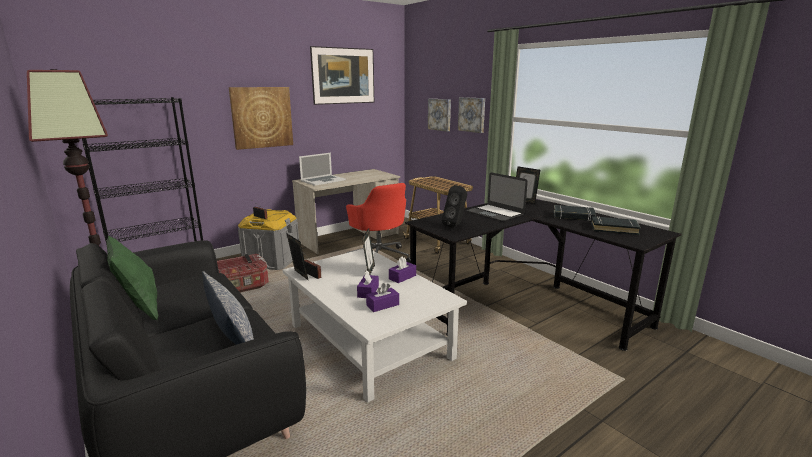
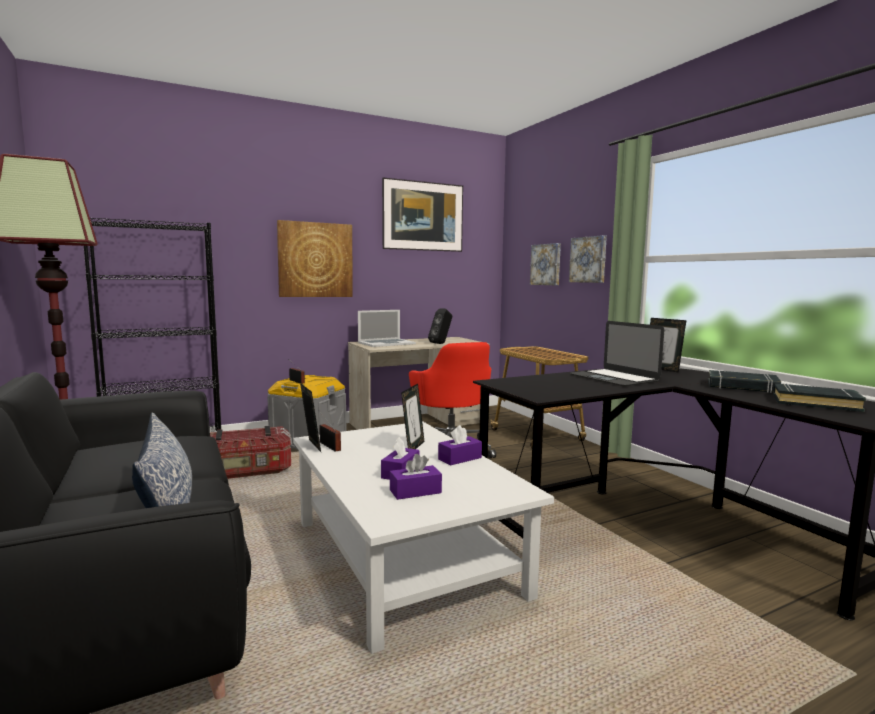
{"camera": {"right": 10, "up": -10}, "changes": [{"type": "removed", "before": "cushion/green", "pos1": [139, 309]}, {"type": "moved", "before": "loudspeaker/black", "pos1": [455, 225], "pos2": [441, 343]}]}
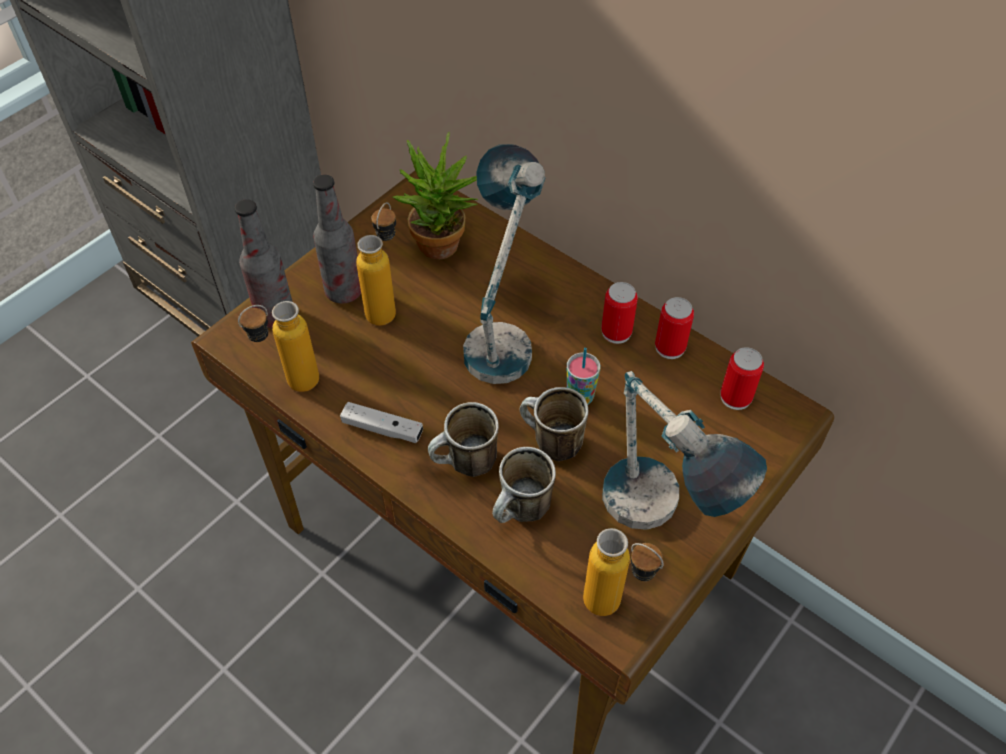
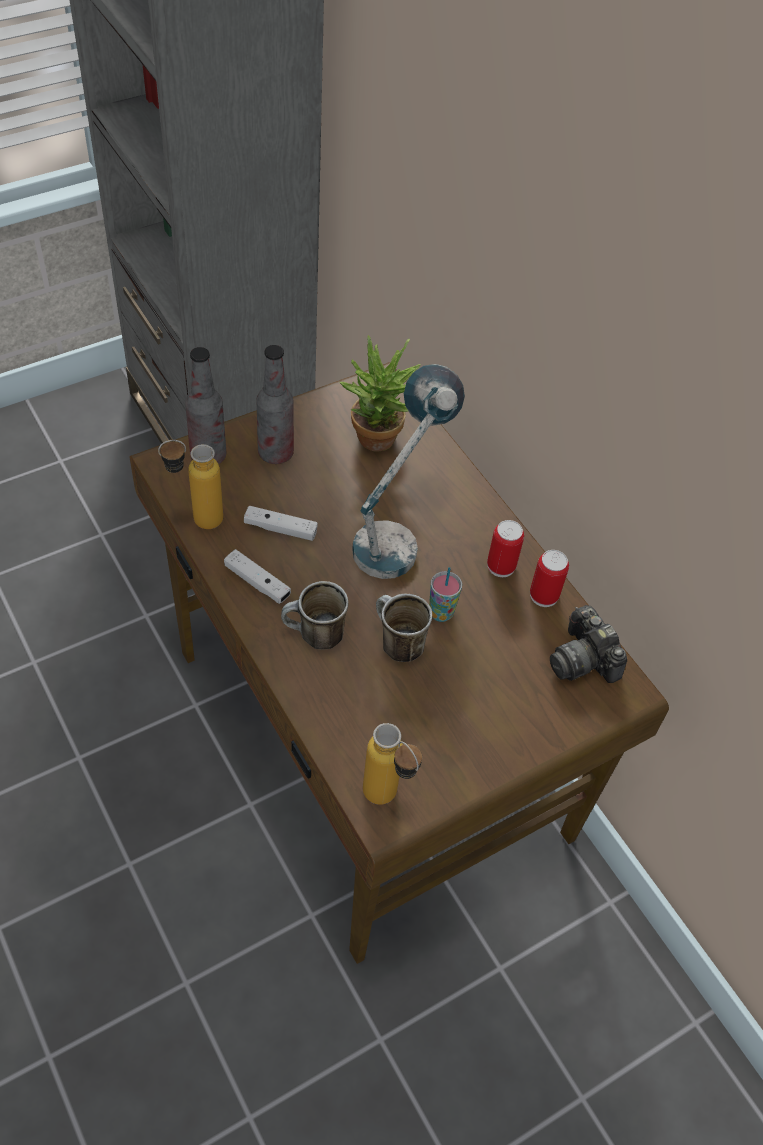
{"camera": {"right": 15, "up": 0}, "changes": [{"type": "removed", "before": "beverage bottle", "pos1": [386, 306]}, {"type": "removed", "before": "mug", "pos1": [522, 513]}, {"type": "removed", "before": "tabletop lamp", "pos1": [657, 523]}, {"type": "replaced", "before": "sealed can", "after": "photo camera", "pos1": [735, 397], "pos2": [583, 659]}, {"type": "added", "after": "joypad/white", "pos2": [280, 529]}]}
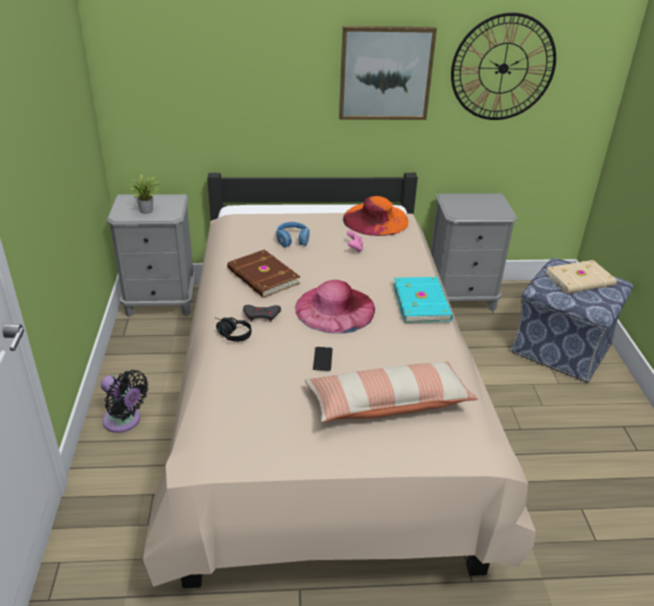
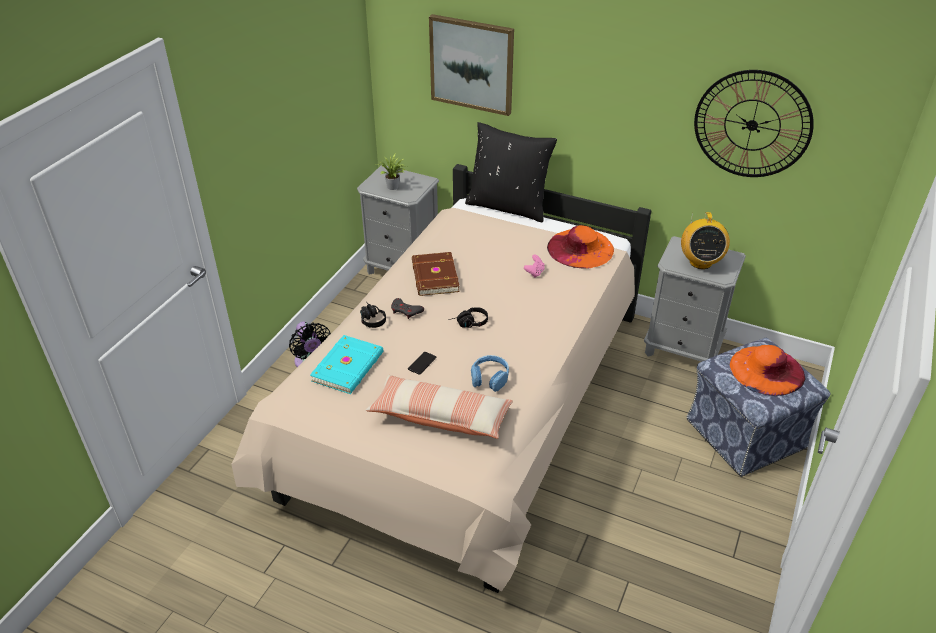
{"camera": {"right": 30, "up": 5}, "changes": [{"type": "moved", "before": "pair of headphones/blue-coloured", "pos1": [292, 240], "pos2": [489, 378]}, {"type": "replaced", "before": "clothing hat/pink", "after": "pair of headphones/black", "pos1": [335, 308], "pos2": [468, 323]}, {"type": "moved", "before": "wall picture", "pos1": [385, 73], "pos2": [472, 64]}, {"type": "moved", "before": "volume/turquoise", "pos1": [422, 302], "pos2": [349, 367]}, {"type": "replaced", "before": "volume/beige-coloured", "after": "clothing hat/orangey", "pos1": [580, 280], "pos2": [767, 370]}, {"type": "added", "after": "cushion/black", "pos2": [508, 206]}, {"type": "added", "after": "radio set", "pos2": [700, 262]}]}
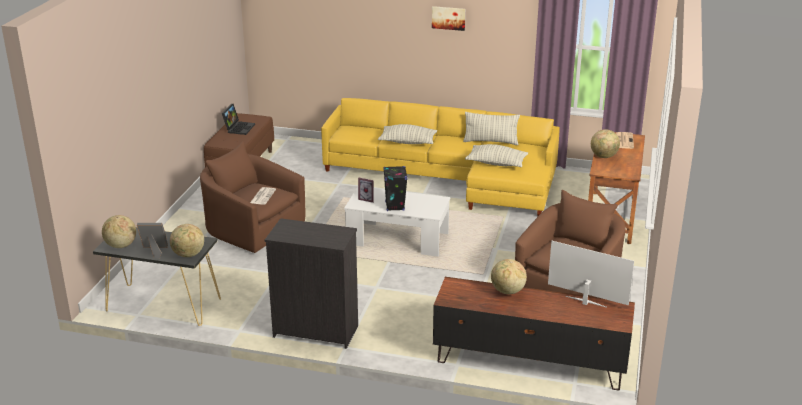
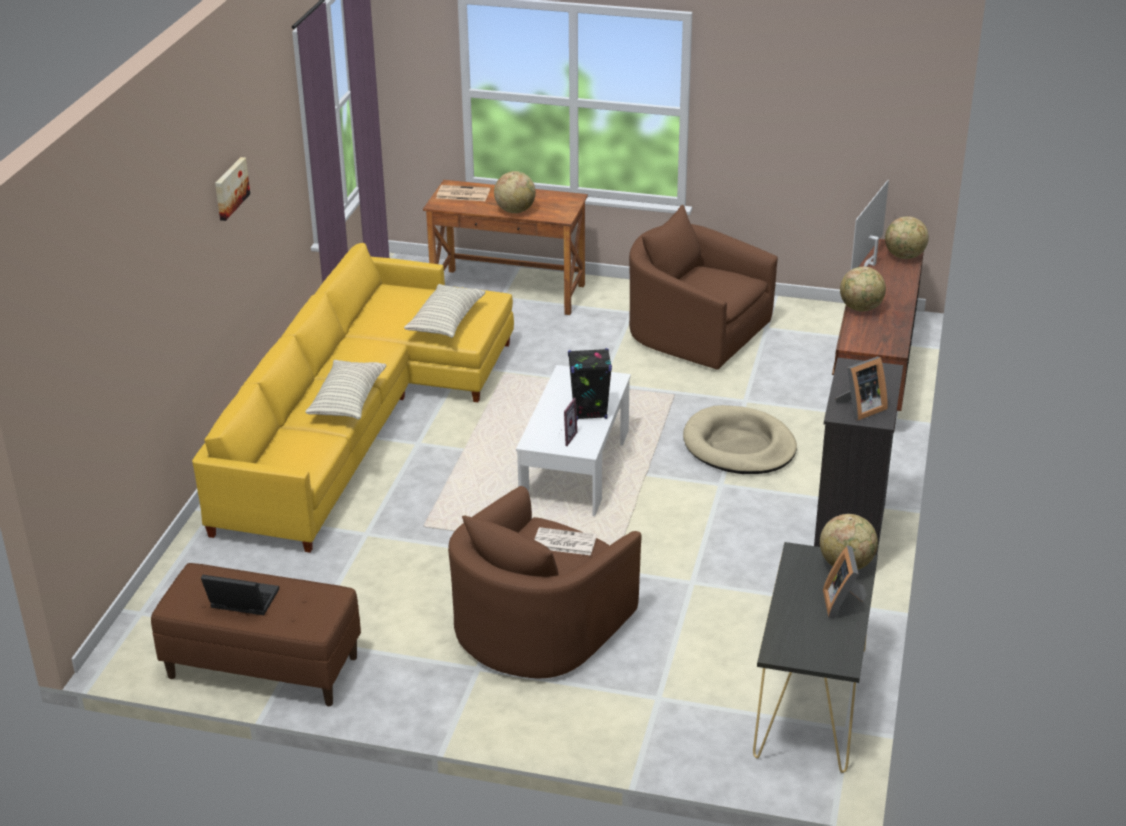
{"camera": {"right": -90, "up": 5}, "changes": [{"type": "moved", "before": "desk globe", "pos1": [121, 246], "pos2": [904, 256]}, {"type": "removed", "before": "cushion", "pos1": [490, 142]}, {"type": "added", "after": "dog bed/beige-coloured", "pos2": [739, 446]}, {"type": "added", "after": "photo frame", "pos2": [860, 409]}]}
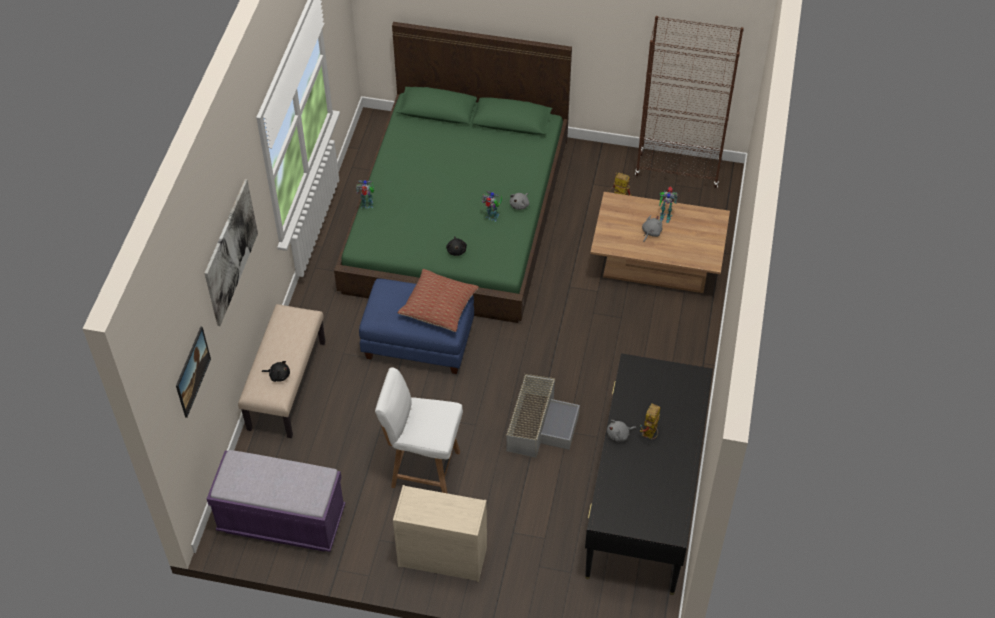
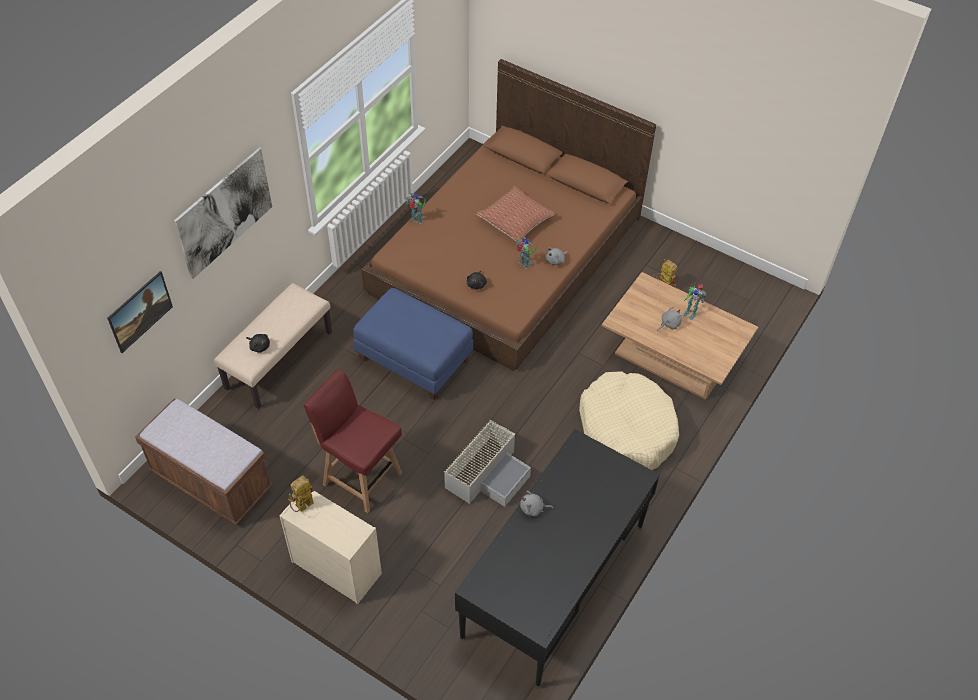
{"camera": {"right": 20, "up": 0}, "changes": [{"type": "recoloured", "before": "indoor bench/purple-coloured", "after": "indoor bench/brownish", "pos1": [282, 521], "pos2": [211, 481]}, {"type": "recoloured", "before": "bed/green", "after": "bed/brownish", "pos1": [457, 213], "pos2": [507, 254]}, {"type": "recoloured", "before": "plain chair/white", "after": "plain chair/red-coloured", "pos1": [423, 468], "pos2": [361, 477]}, {"type": "moved", "before": "cushion", "pos1": [439, 306], "pos2": [515, 221]}, {"type": "removed", "before": "shelving unit/brownish", "pos1": [678, 170]}, {"type": "moved", "before": "toy robot", "pos1": [649, 435], "pos2": [302, 507]}, {"type": "added", "after": "dog bed/beige-coloured", "pos2": [627, 429]}]}
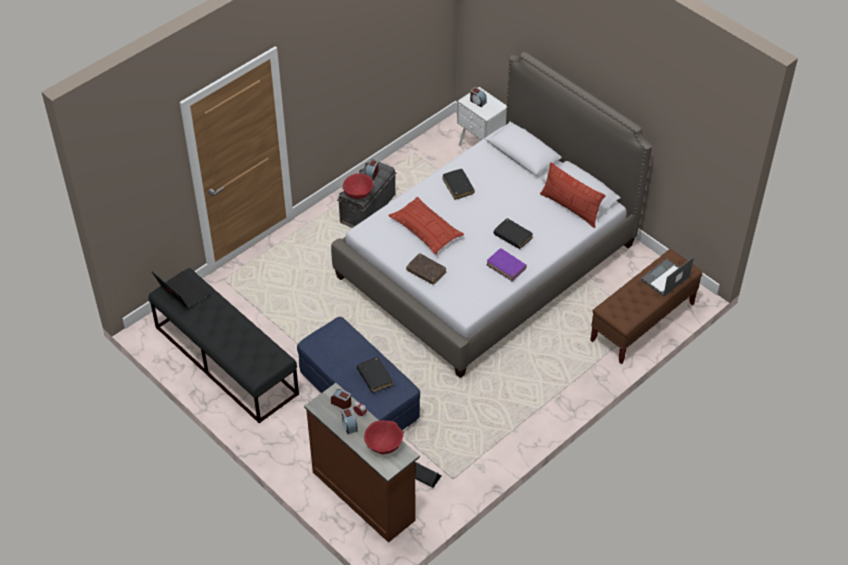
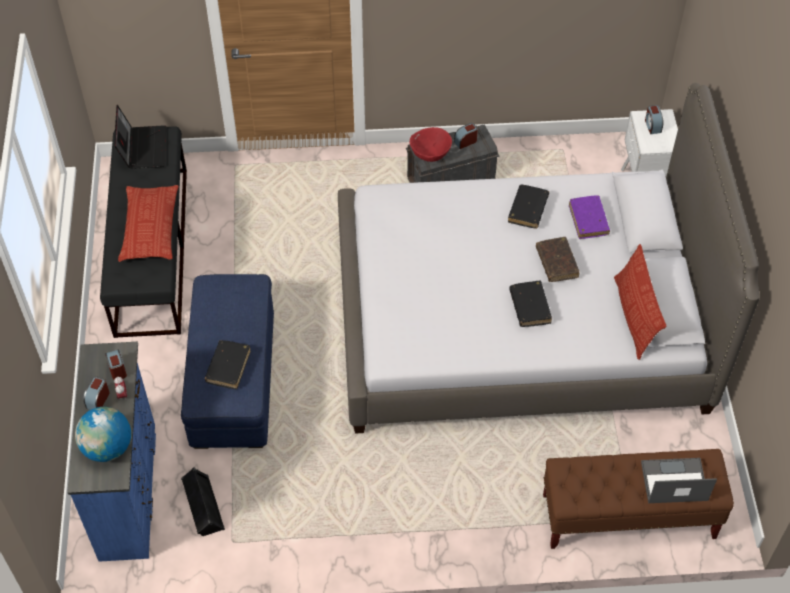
{"camera": {"right": 40, "up": 5}, "changes": [{"type": "recoloured", "before": "dresser/brownish", "after": "dresser/blue-coloured", "pos1": [364, 494], "pos2": [130, 489]}, {"type": "replaced", "before": "serving bowl/red-coloured", "after": "desk globe", "pos1": [384, 444], "pos2": [107, 448]}, {"type": "moved", "before": "cushion", "pos1": [426, 229], "pos2": [150, 227]}, {"type": "moved", "before": "volume/brownish", "pos1": [426, 272], "pos2": [556, 263]}, {"type": "moved", "before": "volume/purple-coloured", "pos1": [506, 267], "pos2": [588, 220]}]}
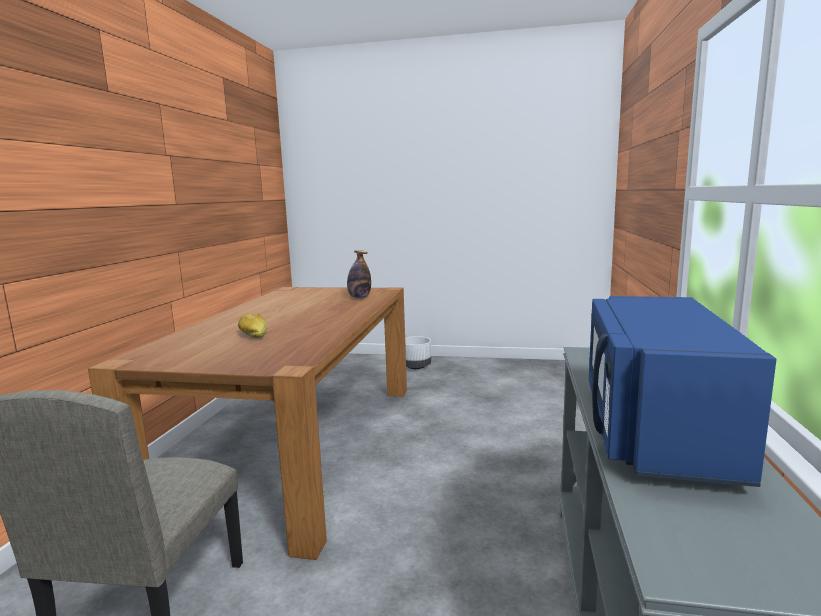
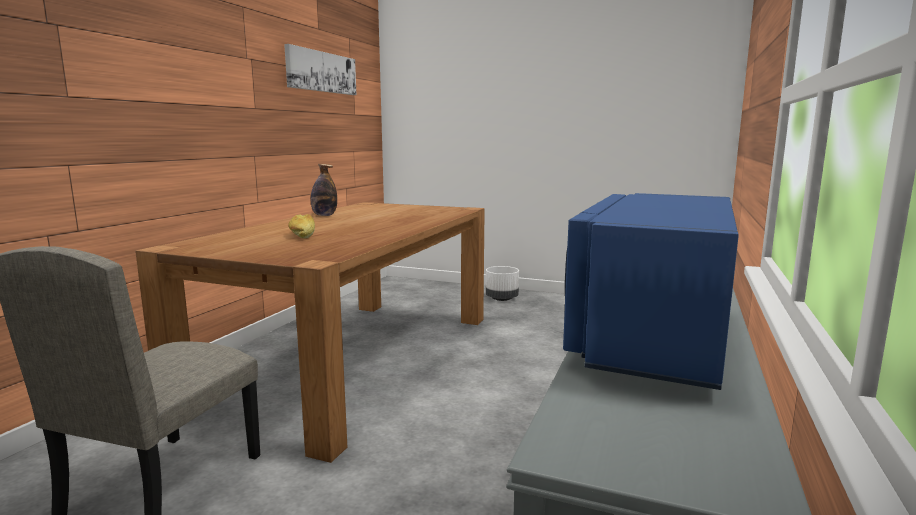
{"camera": {"right": 10, "up": 0}, "changes": [{"type": "moved", "before": "beverage bottle", "pos1": [359, 297], "pos2": [324, 215]}, {"type": "added", "after": "wall picture", "pos2": [321, 72]}]}
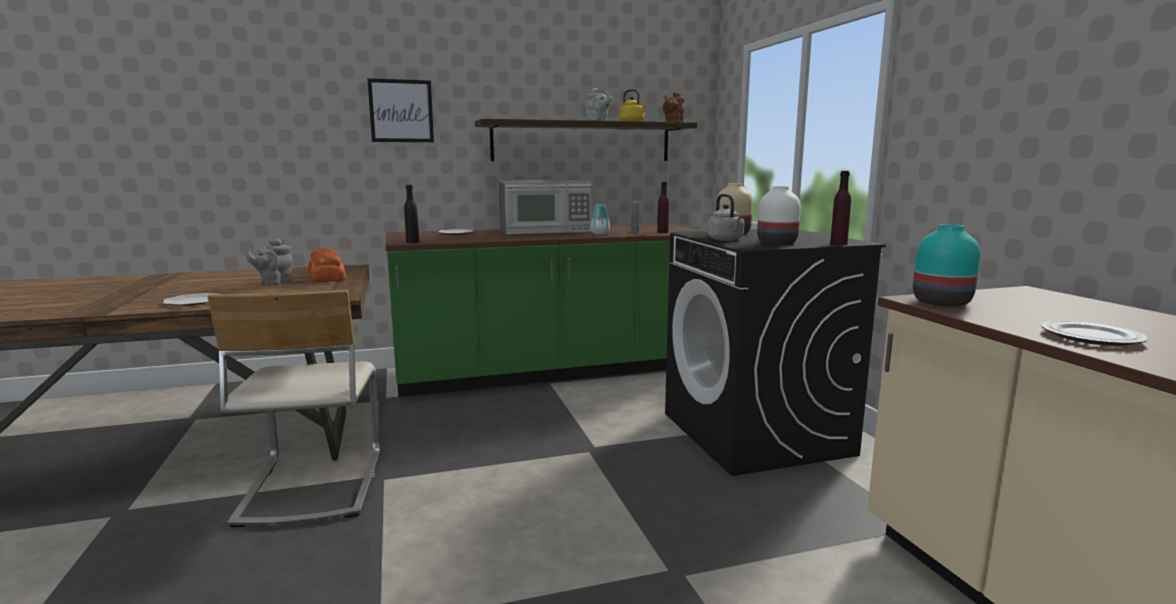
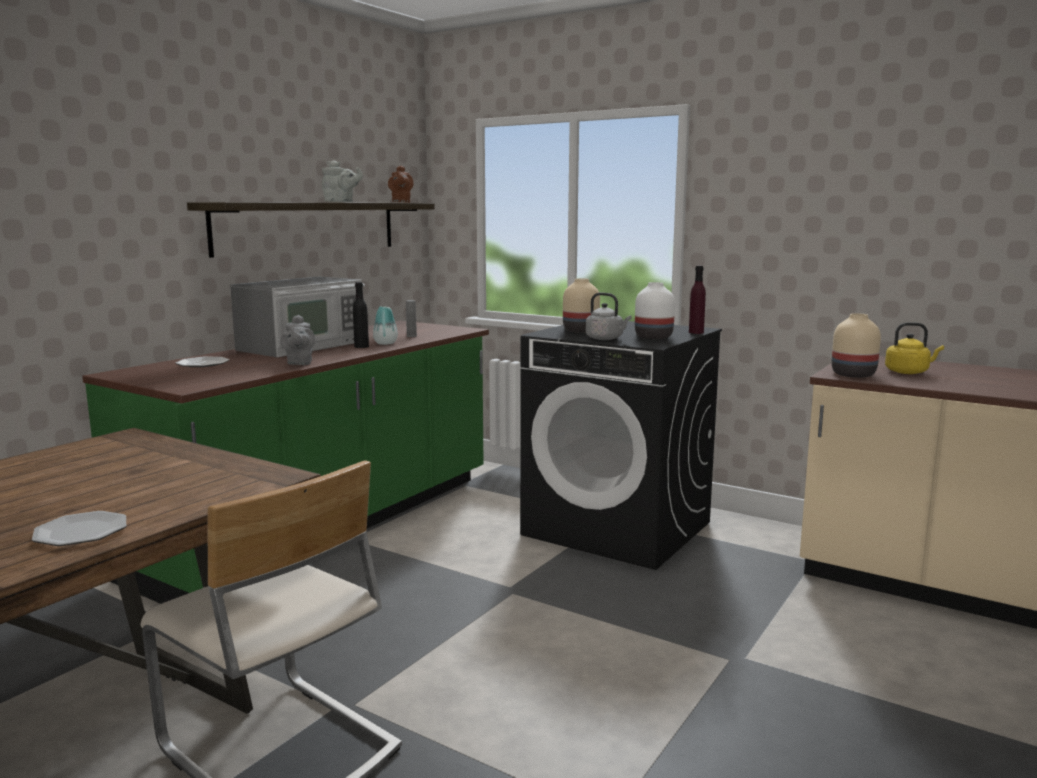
{"camera": {"right": -40, "up": 0}, "changes": [{"type": "moved", "before": "pot for tea/greyish", "pos1": [274, 282], "pos2": [299, 363]}, {"type": "removed", "before": "baked bread", "pos1": [327, 276]}, {"type": "removed", "before": "wall picture", "pos1": [401, 111]}, {"type": "moved", "before": "beverage bottle/black", "pos1": [412, 242], "pos2": [361, 346]}, {"type": "moved", "before": "kettle/yellow", "pos1": [633, 122], "pos2": [909, 372]}, {"type": "removed", "before": "beverage bottle/purple-coloured", "pos1": [662, 232]}, {"type": "recoloured", "before": "vase/turquoise", "after": "vase/beige-coloured", "pos1": [942, 302], "pos2": [854, 375]}, {"type": "removed", "before": "dinner plate", "pos1": [1092, 337]}]}
